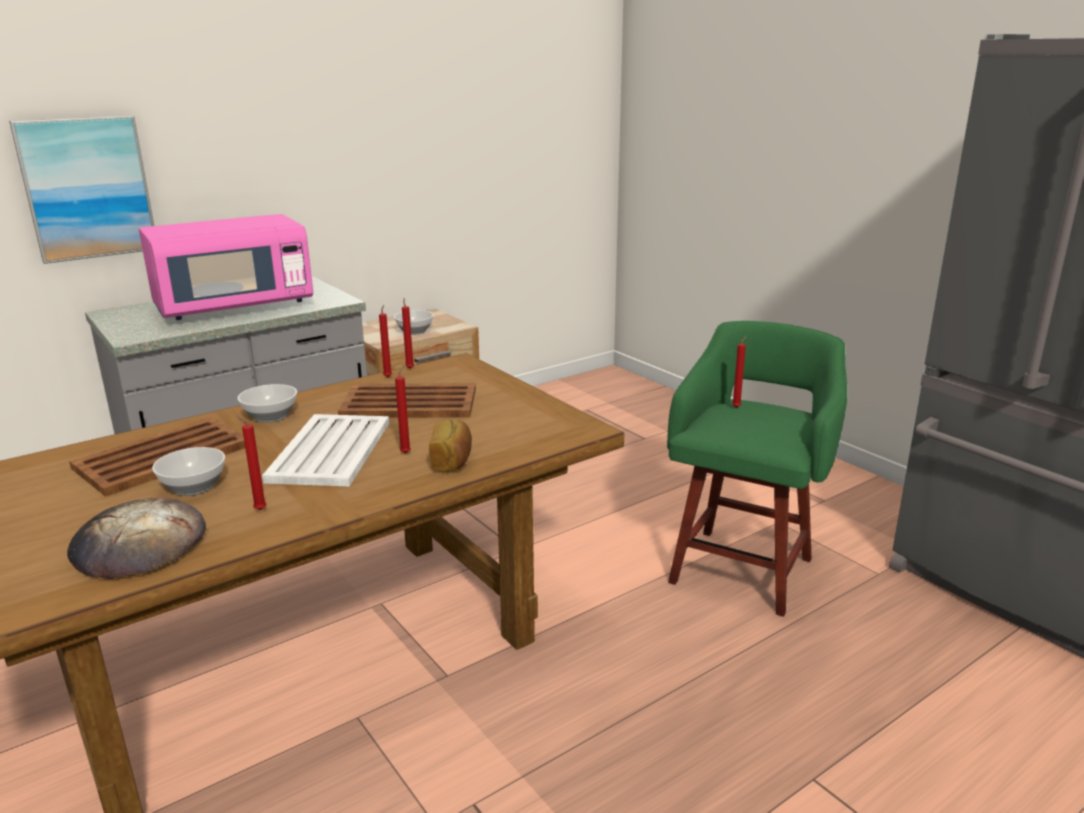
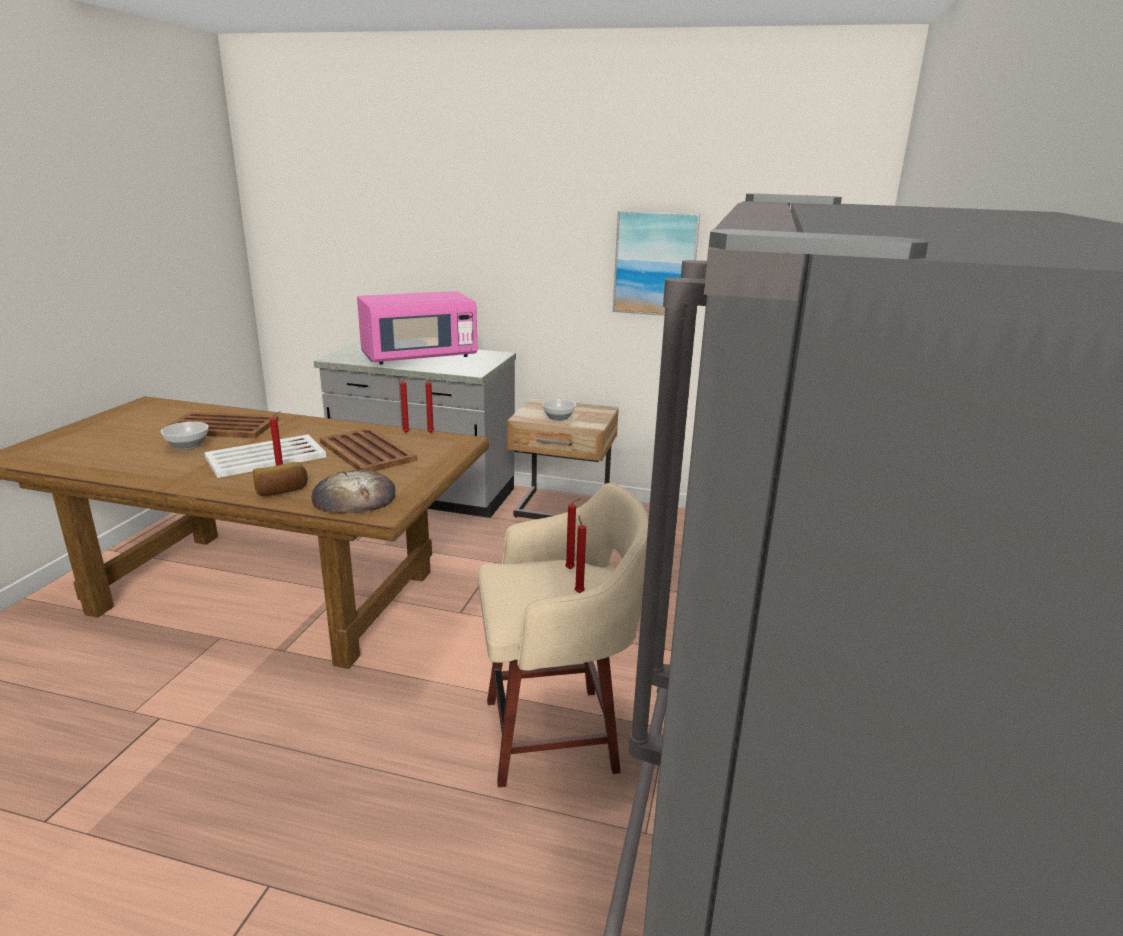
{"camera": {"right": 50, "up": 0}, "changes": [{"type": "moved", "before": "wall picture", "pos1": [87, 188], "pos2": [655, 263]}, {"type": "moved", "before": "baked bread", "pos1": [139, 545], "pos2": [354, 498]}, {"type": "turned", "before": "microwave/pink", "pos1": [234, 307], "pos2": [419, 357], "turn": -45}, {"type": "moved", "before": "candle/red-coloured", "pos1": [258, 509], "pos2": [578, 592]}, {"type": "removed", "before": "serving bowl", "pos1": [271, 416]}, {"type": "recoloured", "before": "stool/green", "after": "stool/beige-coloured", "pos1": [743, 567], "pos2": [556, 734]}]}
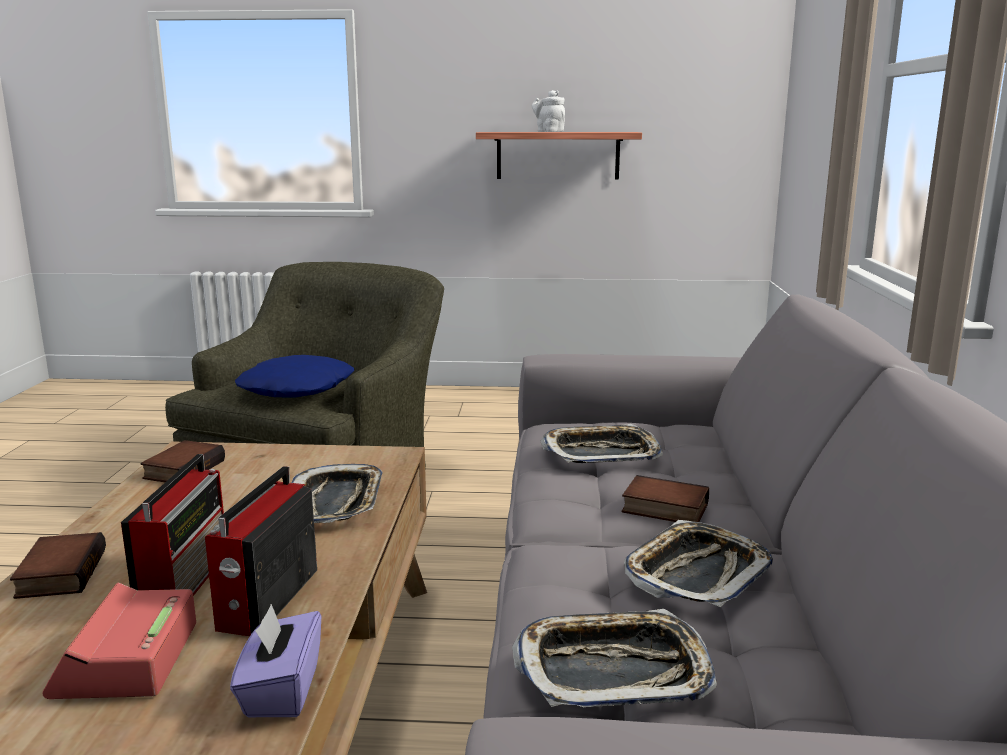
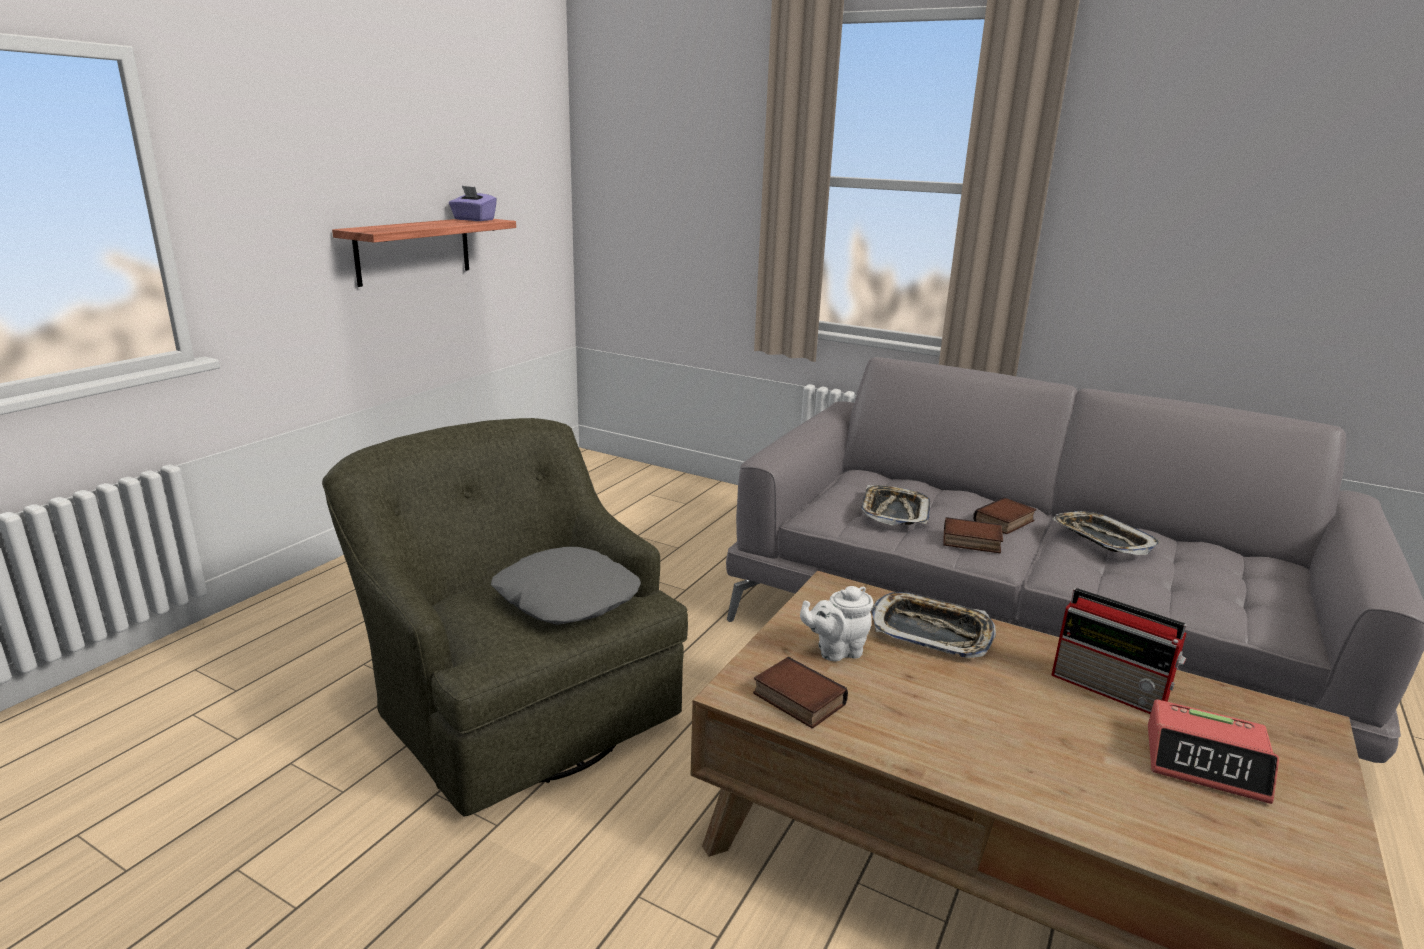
{"camera": {"right": -65, "up": 5}, "changes": [{"type": "moved", "before": "volume", "pos1": [59, 573], "pos2": [970, 541]}, {"type": "removed", "before": "radio set", "pos1": [186, 579]}, {"type": "moved", "before": "box of tissues/purple-coloured", "pos1": [281, 690], "pos2": [473, 220]}, {"type": "recoloured", "before": "cushion/blue-coloured", "after": "cushion/greyish", "pos1": [296, 388], "pos2": [566, 598]}, {"type": "removed", "before": "serving tray", "pos1": [613, 670]}, {"type": "moved", "before": "pot for tea/white", "pos1": [548, 131], "pos2": [836, 651]}]}
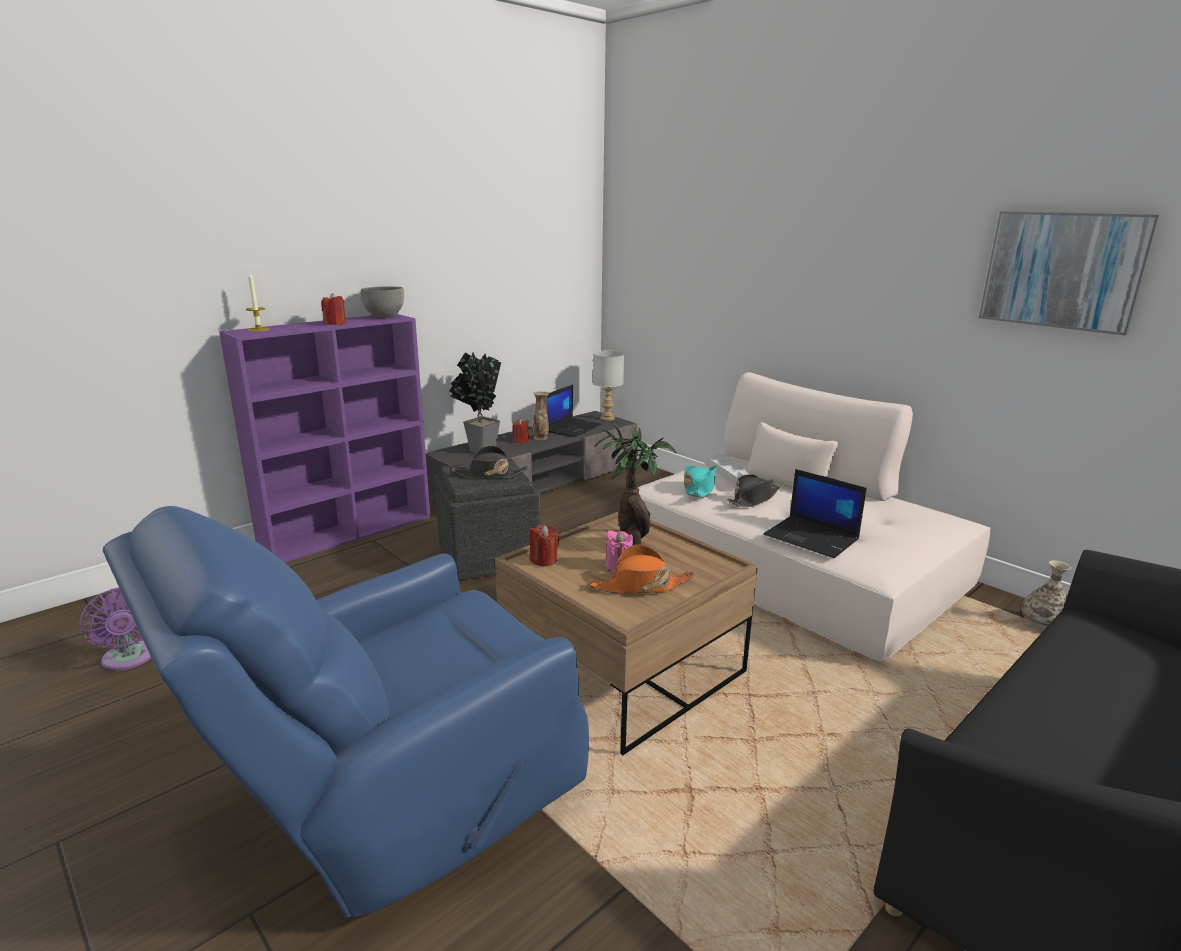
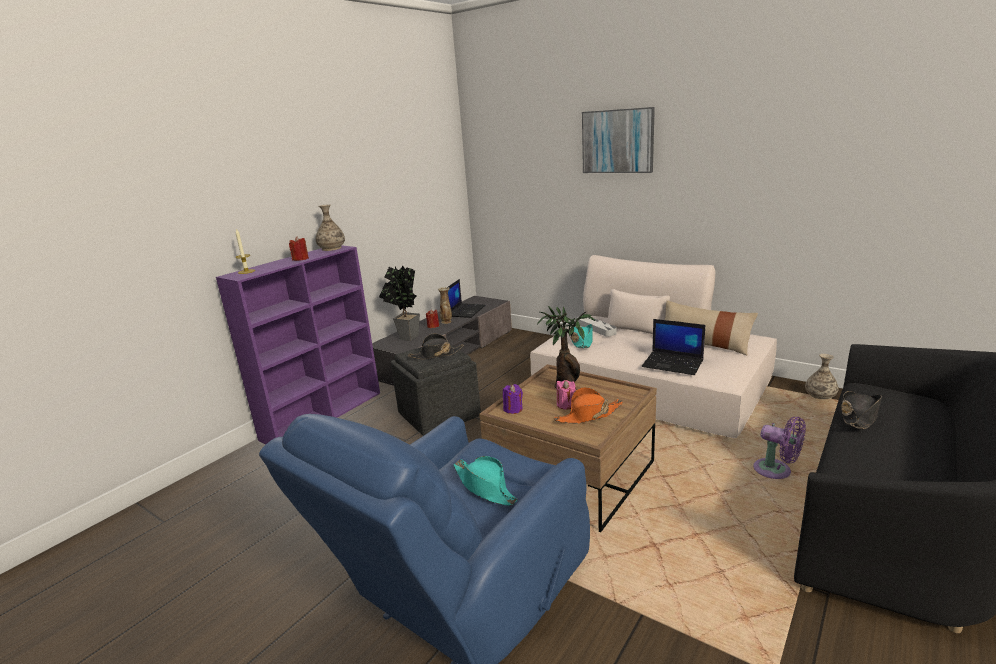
{"camera": {"right": -10, "up": 0}, "changes": [{"type": "moved", "before": "electric fan/purple-coloured", "pos1": [129, 659], "pos2": [776, 471]}, {"type": "replaced", "before": "serving bowl/greyish", "after": "vase", "pos1": [384, 316], "pos2": [332, 248]}, {"type": "recoloured", "before": "candle/red-coloured", "after": "candle/purple-coloured", "pos1": [544, 560], "pos2": [513, 409]}, {"type": "removed", "before": "tabletop lamp/greyish", "pos1": [607, 418]}, {"type": "moved", "before": "clothing hat/black", "pos1": [753, 499], "pos2": [858, 416]}, {"type": "moved", "before": "wall picture", "pos1": [1063, 270], "pos2": [617, 141]}, {"type": "added", "after": "clothing hat/turquoise", "pos2": [485, 487]}, {"type": "added", "after": "cushion/beige-coloured", "pos2": [704, 343]}]}
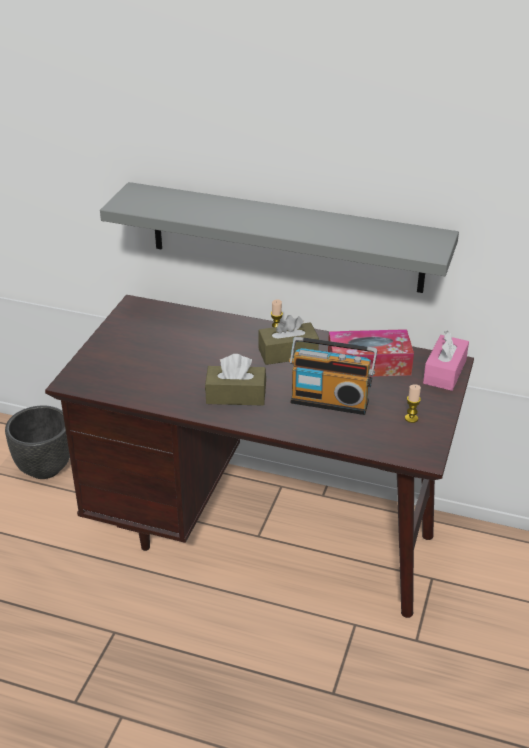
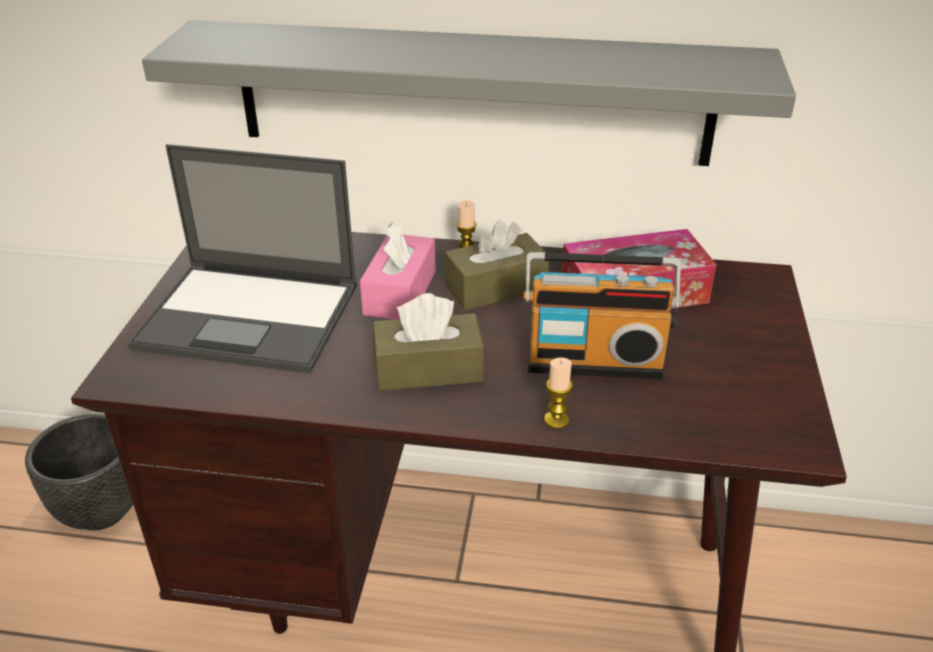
{"camera": {"right": -10, "up": 0}, "changes": [{"type": "moved", "before": "candle", "pos1": [411, 418], "pos2": [556, 420]}, {"type": "moved", "before": "box of tissues/pink", "pos1": [444, 372], "pos2": [400, 293]}, {"type": "added", "after": "portable computer", "pos2": [252, 317]}]}
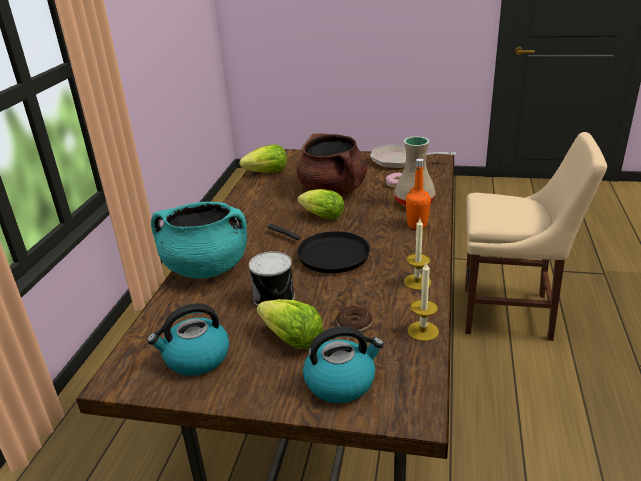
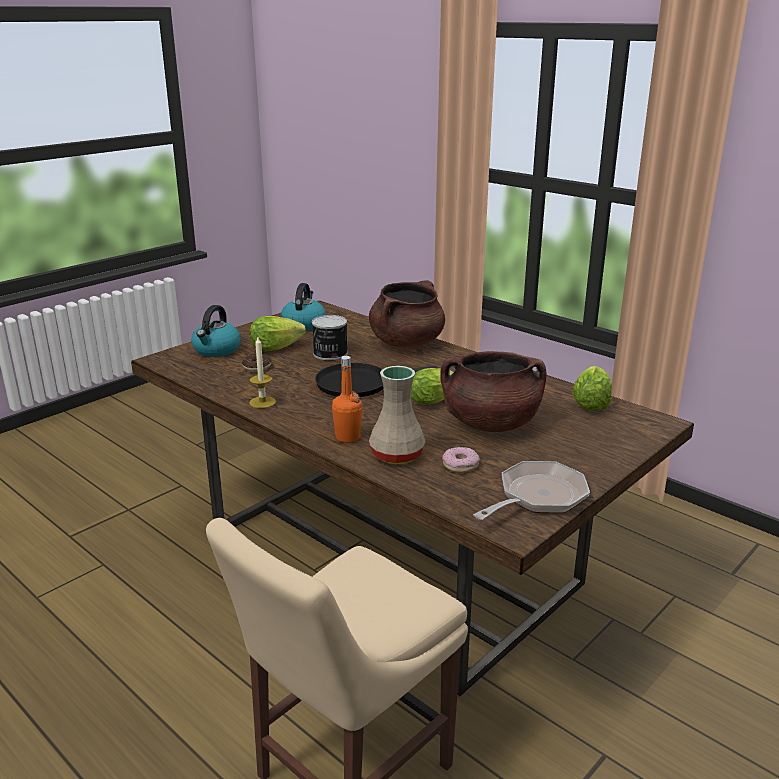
{"camera": {"right": 120, "up": -5}, "changes": [{"type": "recoloured", "before": "cooking pot/turquoise", "after": "cooking pot/brownish", "pos1": [206, 268], "pos2": [407, 342]}, {"type": "removed", "before": "candle", "pos1": [423, 331]}]}
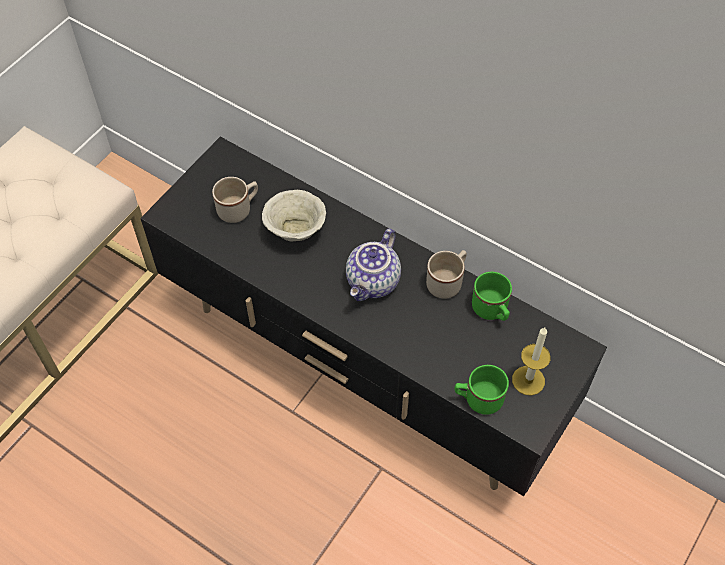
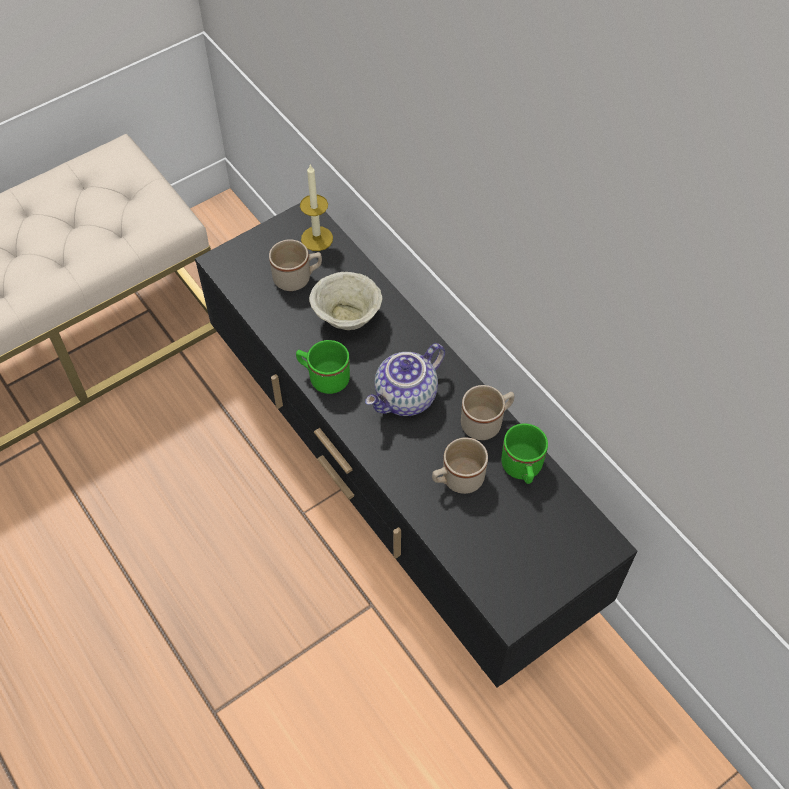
{"camera": {"right": 20, "up": 0}, "changes": [{"type": "moved", "before": "mug/green", "pos1": [478, 399], "pos2": [323, 377]}, {"type": "moved", "before": "candle", "pos1": [528, 380], "pos2": [317, 238]}, {"type": "added", "after": "mug/beige-coloured", "pos2": [457, 479]}]}
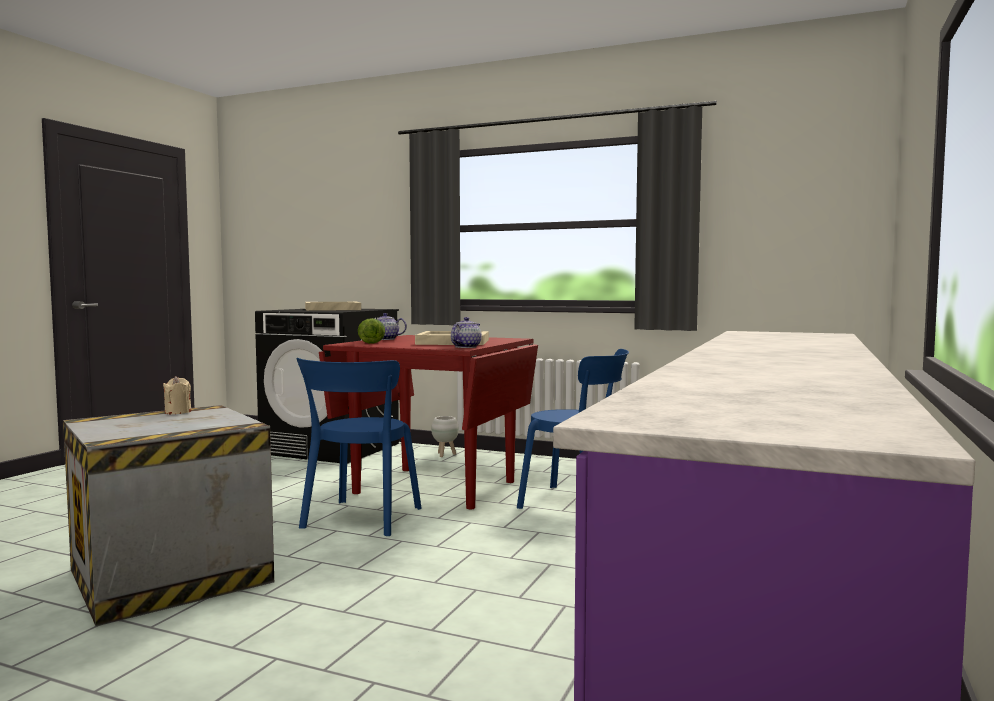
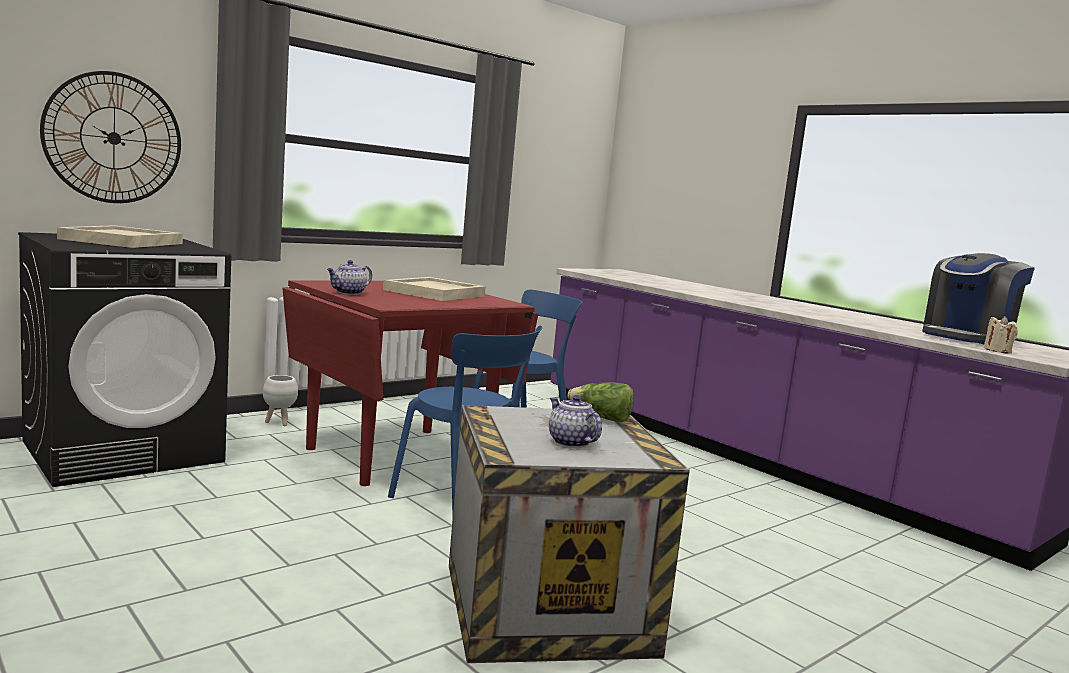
{"camera": {"right": -65, "up": 5}, "changes": [{"type": "moved", "before": "candle/beige-coloured", "pos1": [178, 412], "pos2": [997, 351]}, {"type": "moved", "before": "lettuce", "pos1": [371, 342], "pos2": [601, 418]}, {"type": "moved", "before": "pot for tea", "pos1": [466, 347], "pos2": [570, 442]}, {"type": "added", "after": "wall clock", "pos2": [113, 138]}, {"type": "added", "after": "coffee brewer", "pos2": [967, 338]}]}
